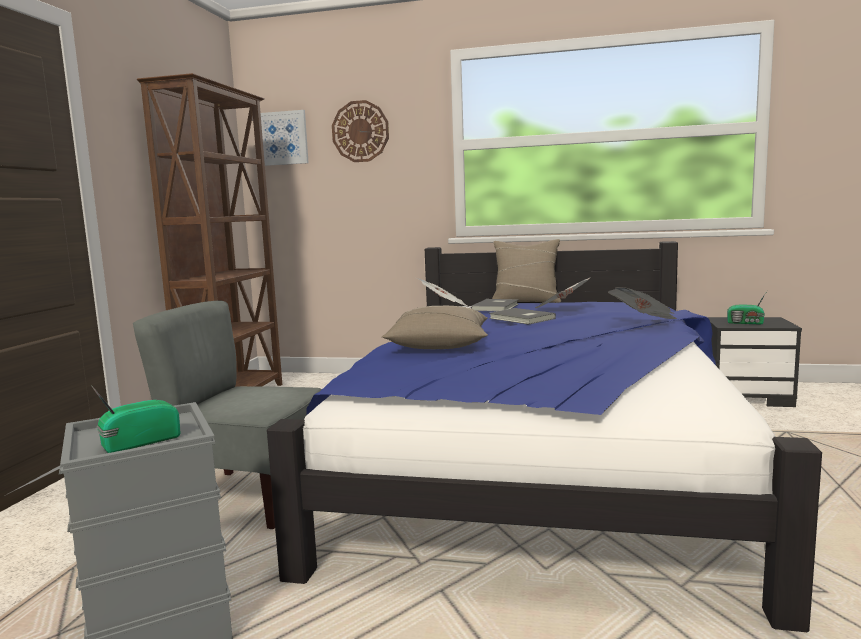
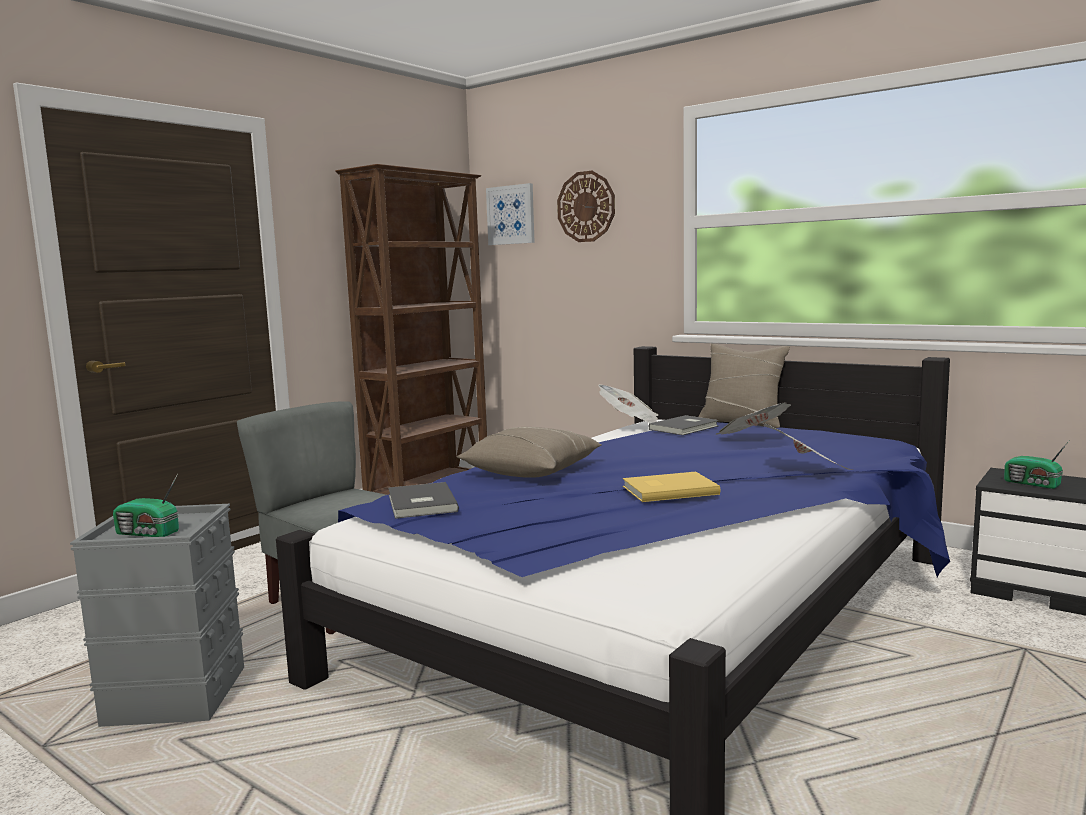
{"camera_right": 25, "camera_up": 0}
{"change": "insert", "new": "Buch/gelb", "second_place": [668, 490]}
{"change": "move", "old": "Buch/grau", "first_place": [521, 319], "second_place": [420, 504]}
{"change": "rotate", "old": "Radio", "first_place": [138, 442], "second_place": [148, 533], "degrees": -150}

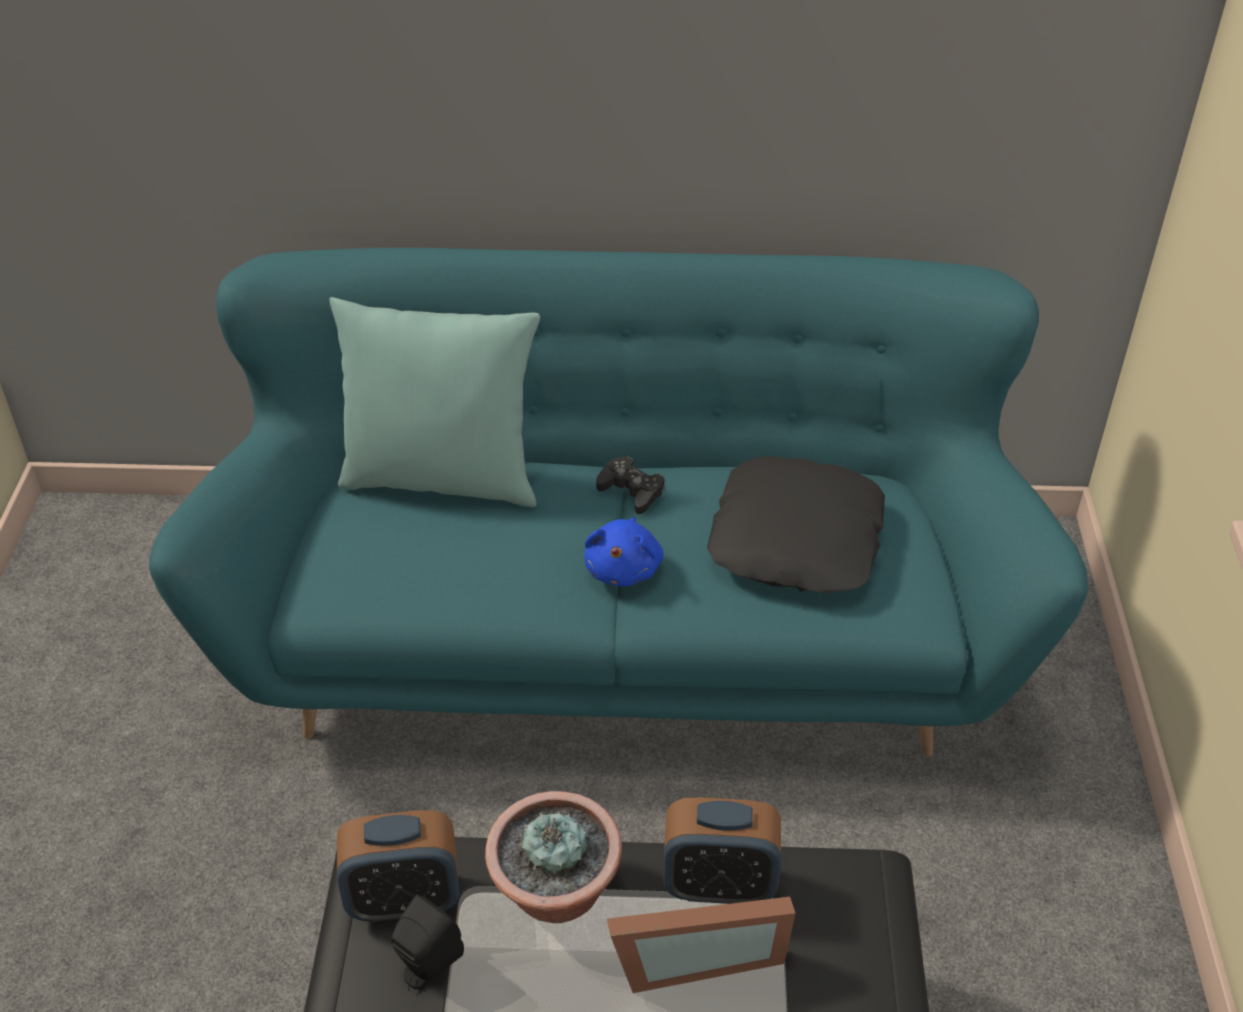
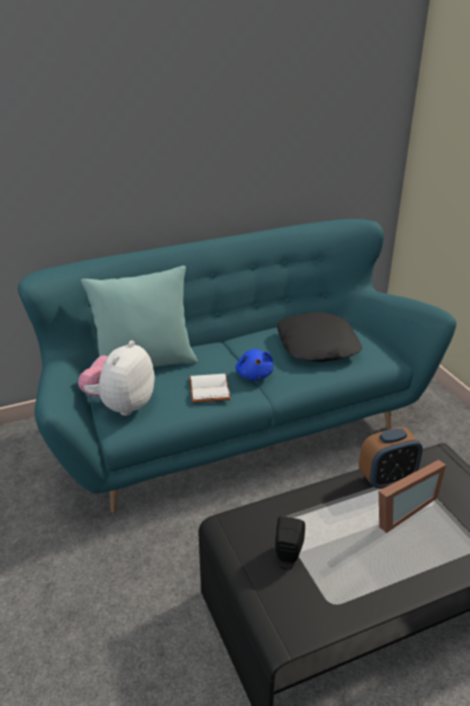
{"camera_right": -25, "camera_up": -10}
{"change": "delete", "old": "Wecker", "first_place": [404, 900]}
{"change": "delete", "old": "Topfpflanze", "first_place": [556, 894]}
{"change": "delete", "old": "Gamepad/schwarz", "first_place": [631, 491]}
{"change": "insert", "new": "Plüschtier", "second_place": [121, 405]}
{"change": "insert", "new": "Buch/weiß", "second_place": [207, 389]}

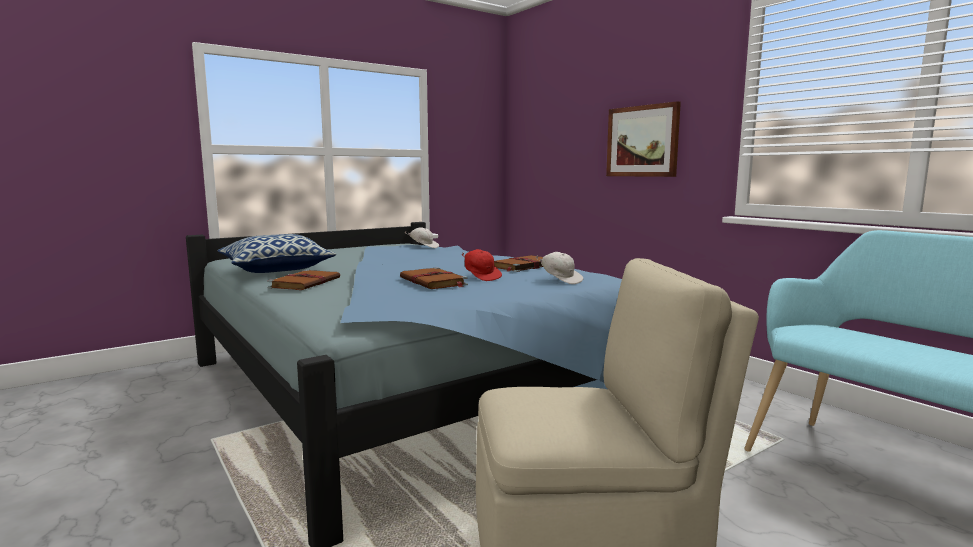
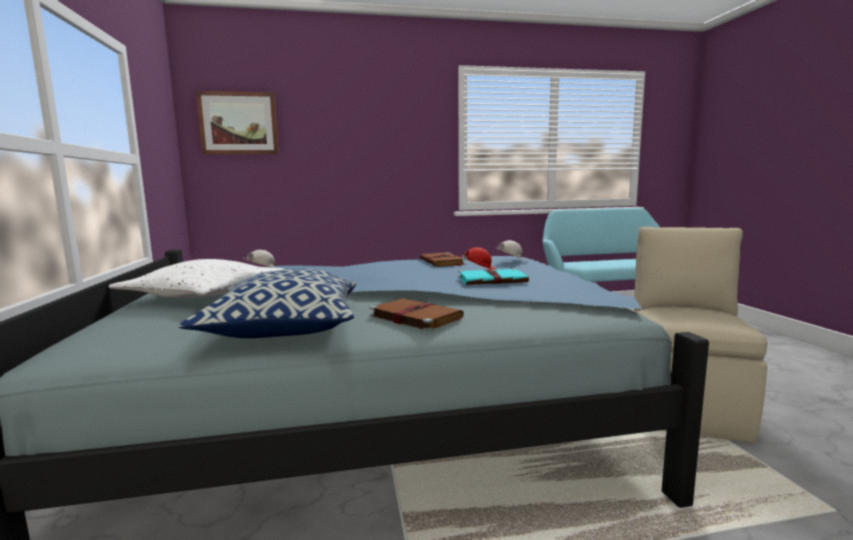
{"camera_right": -65, "camera_up": 0}
{"change": "insert", "new": "Kissen/weiß", "second_place": [204, 295]}
{"change": "move", "old": "Bild", "first_place": [642, 141], "second_place": [239, 123]}
{"change": "recolor", "old": "Buch/braun", "new": "Buch/türkis", "first_place": [434, 282], "second_place": [493, 280]}

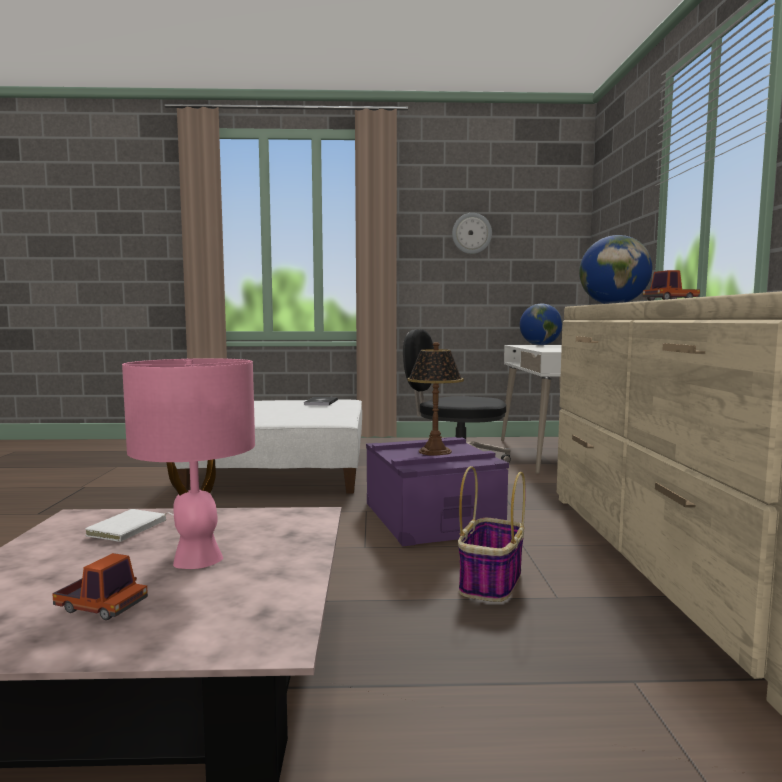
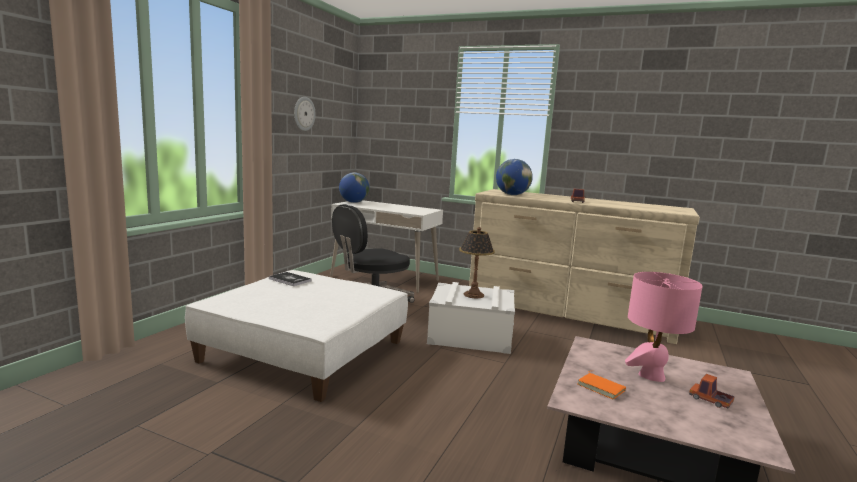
{"camera_right": -65, "camera_up": 5}
{"change": "delete", "old": "Korb", "first_place": [491, 582]}
{"change": "recolor", "old": "Buch/weiß", "new": "Buch/orange", "first_place": [129, 529], "second_place": [601, 387]}
{"change": "recolor", "old": "Aufbewahrungsbox/lila", "new": "Aufbewahrungsbox/weiß", "first_place": [431, 517], "second_place": [470, 336]}
{"change": "rotate", "old": "Spielzeuglaster", "first_place": [101, 606], "second_place": [710, 400], "degrees": -90}

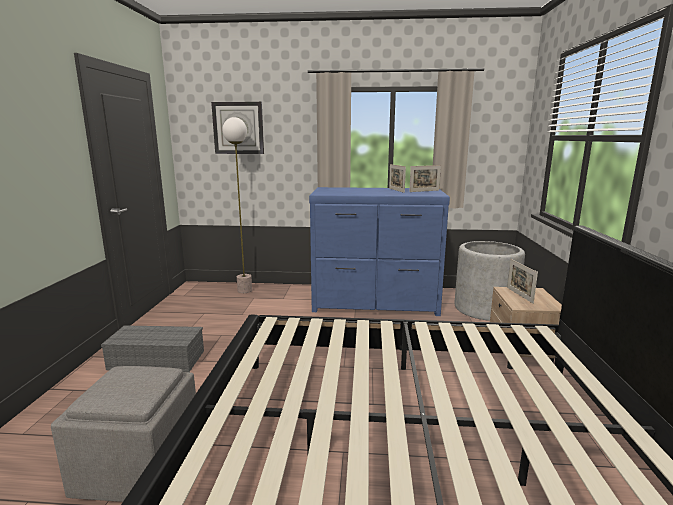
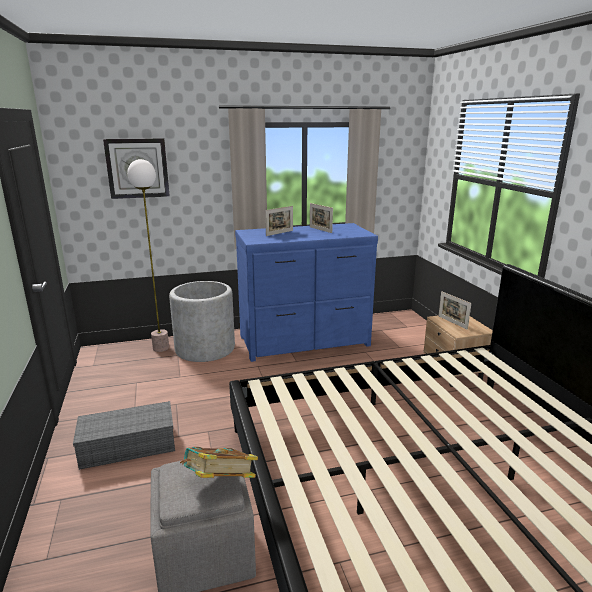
{"camera_right": -20, "camera_up": 5}
{"change": "insert", "new": "Buch", "second_place": [220, 483]}
{"change": "move", "old": "Bilderrahmen", "first_place": [424, 191], "second_place": [279, 233]}
{"change": "move", "old": "Pflanzkübel/grau", "first_place": [485, 309], "second_place": [205, 348]}

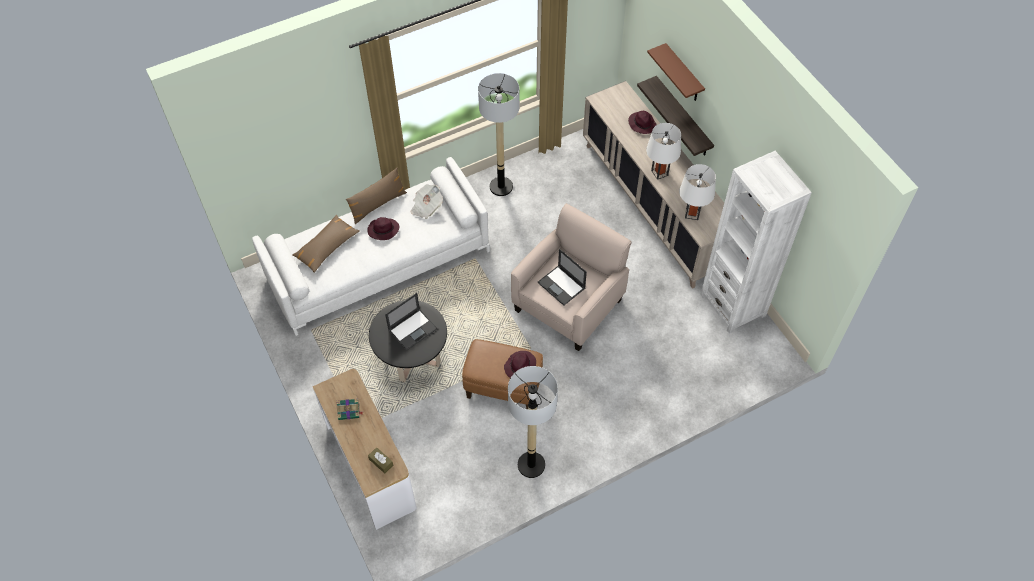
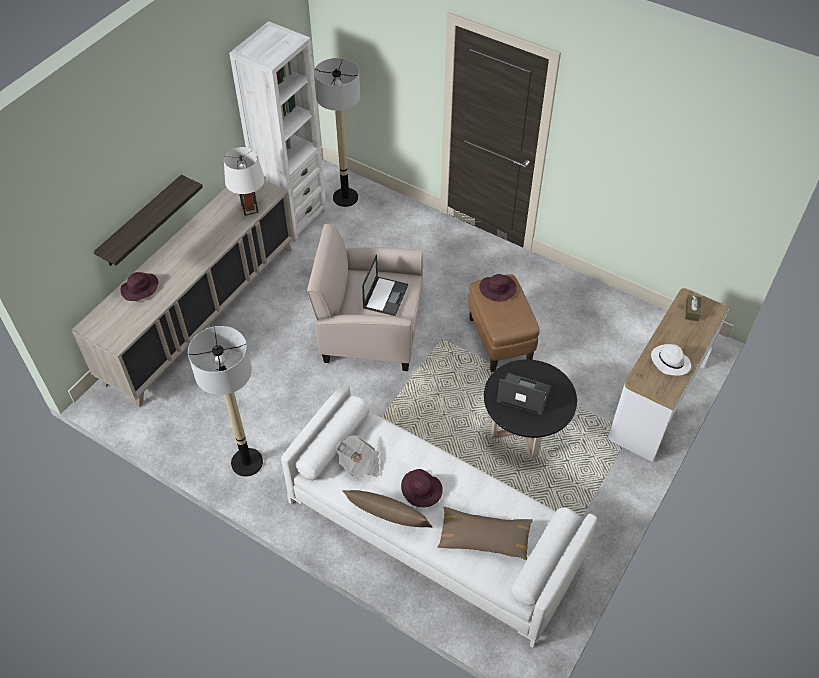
{"camera_right": -120, "camera_up": -5}
{"change": "delete", "old": "Tischlampe/weiß", "first_place": [659, 173]}
{"change": "delete", "old": "Wandregal/braun", "first_place": [683, 74]}
{"change": "move", "old": "Stehlampe", "first_place": [531, 465], "second_place": [345, 197]}
{"change": "replace", "old": "Buch", "new": "Hut/weiß", "first_place": [349, 411], "second_place": [669, 361]}

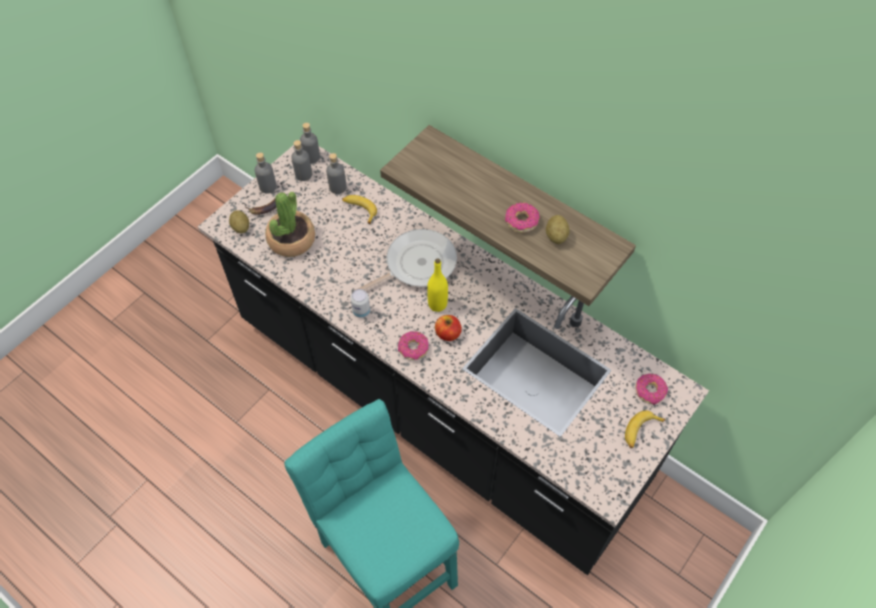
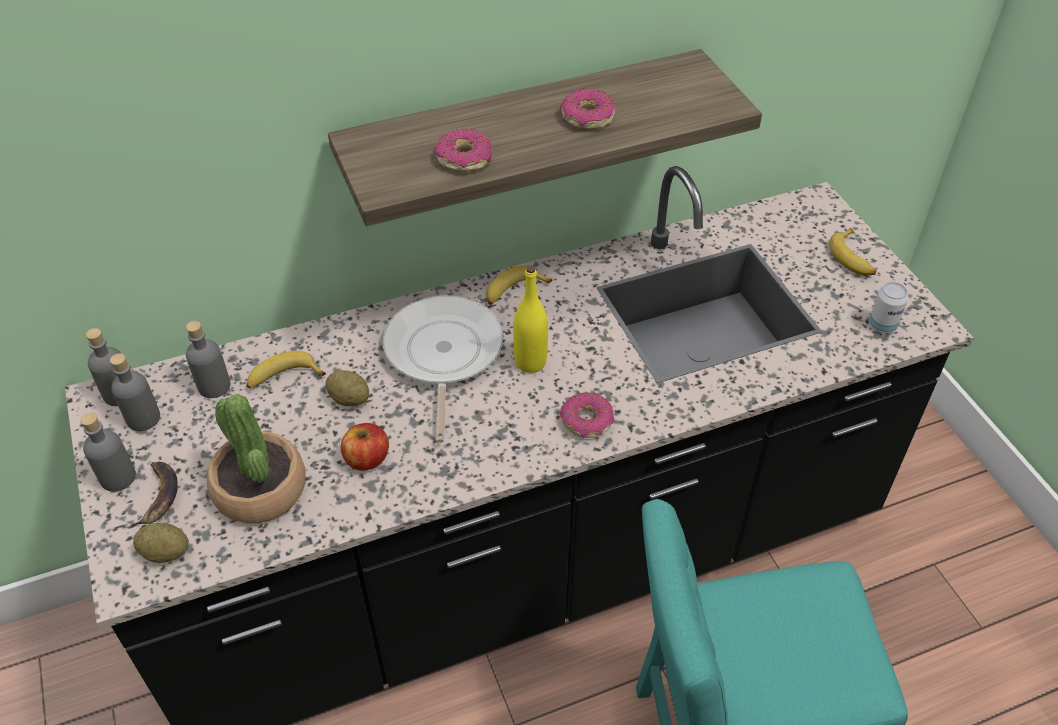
{"camera_right": -60, "camera_up": -10}
{"change": "insert", "new": "Banane", "second_place": [513, 291]}
{"change": "move", "old": "Dose", "first_place": [361, 311], "second_place": [882, 325]}
{"change": "move", "old": "Apfel", "first_place": [448, 333], "second_place": [367, 459]}
{"change": "move", "old": "Kartoffel", "first_place": [556, 236], "second_place": [349, 399]}
{"change": "move", "old": "Donut", "first_place": [650, 391], "second_place": [464, 158]}

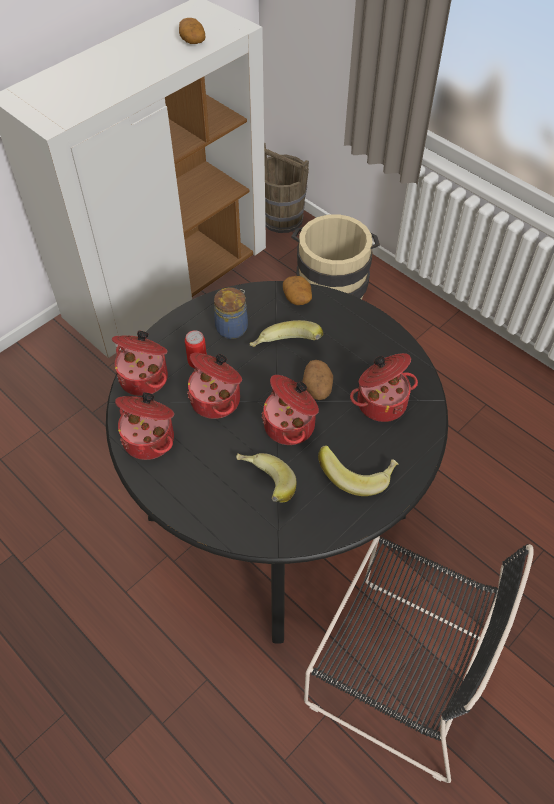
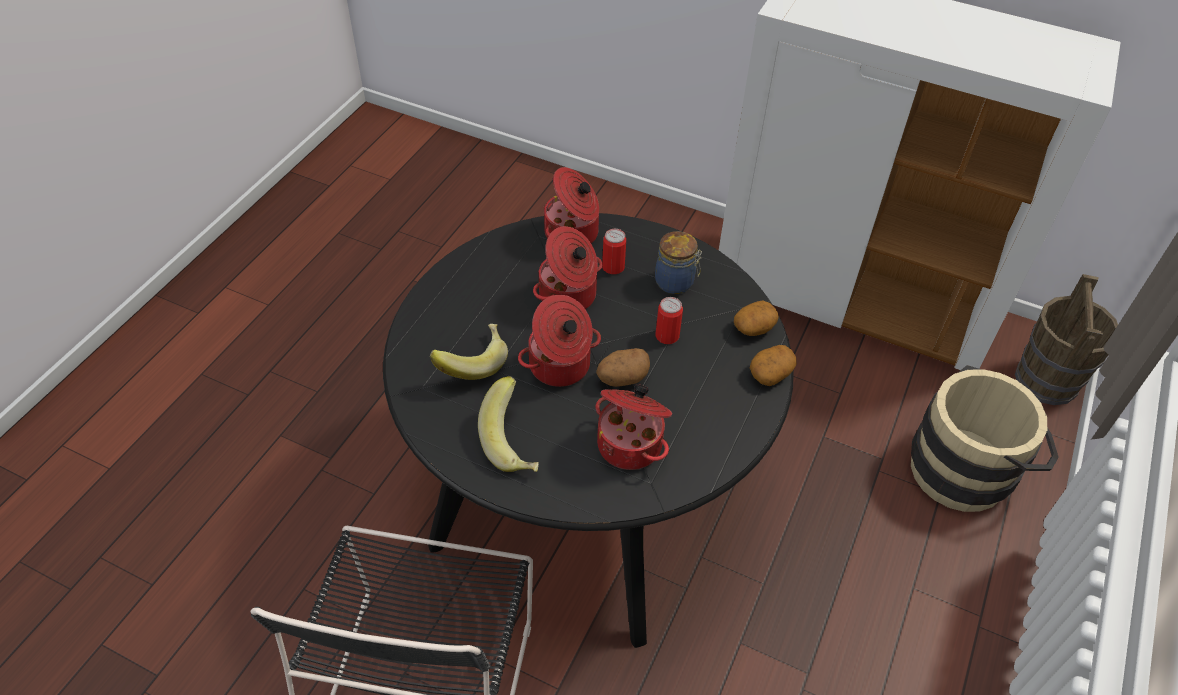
{"camera_right": 70, "camera_up": -5}
{"change": "delete", "old": "Kochtopf", "first_place": [150, 438]}
{"change": "move", "old": "Kartoffel", "first_place": [192, 40], "second_place": [770, 373]}
{"change": "replace", "old": "Banane", "new": "Dose", "first_place": [285, 349], "second_place": [667, 336]}

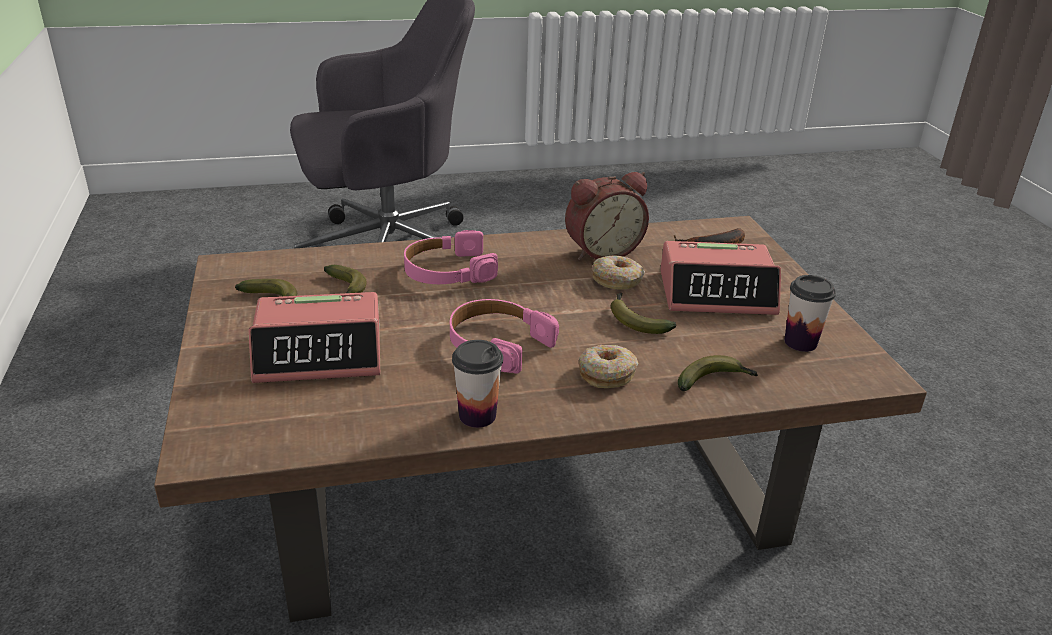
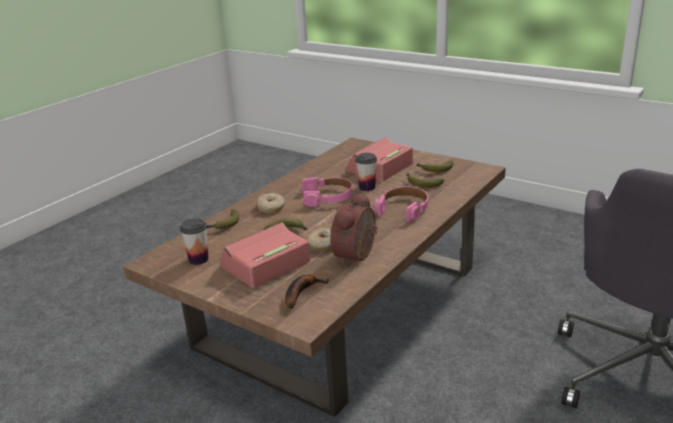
{"camera_right": 140, "camera_up": -5}
{"change": "move", "old": "Tasse", "first_place": [477, 416], "second_place": [367, 187]}

